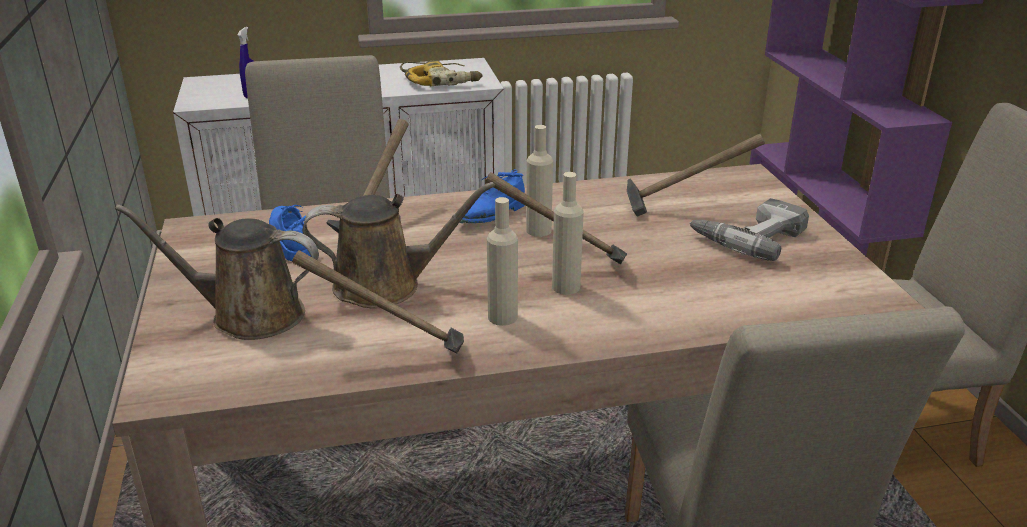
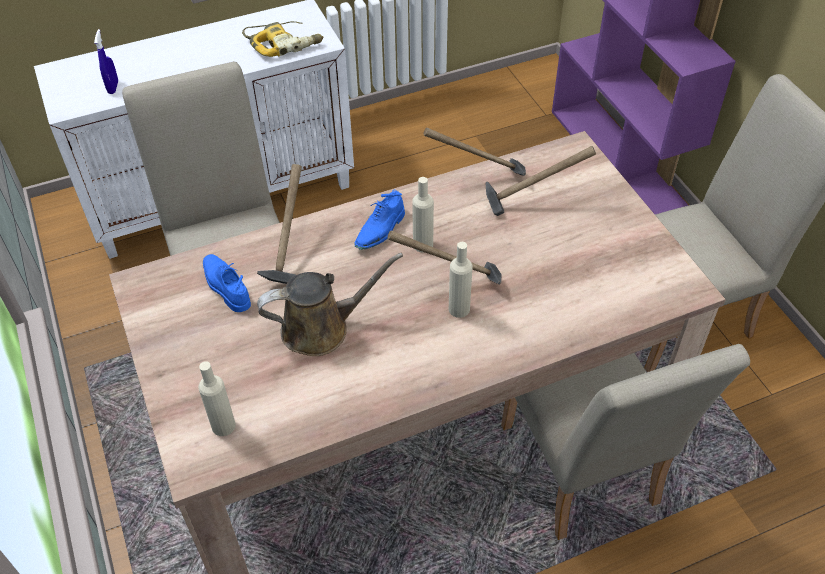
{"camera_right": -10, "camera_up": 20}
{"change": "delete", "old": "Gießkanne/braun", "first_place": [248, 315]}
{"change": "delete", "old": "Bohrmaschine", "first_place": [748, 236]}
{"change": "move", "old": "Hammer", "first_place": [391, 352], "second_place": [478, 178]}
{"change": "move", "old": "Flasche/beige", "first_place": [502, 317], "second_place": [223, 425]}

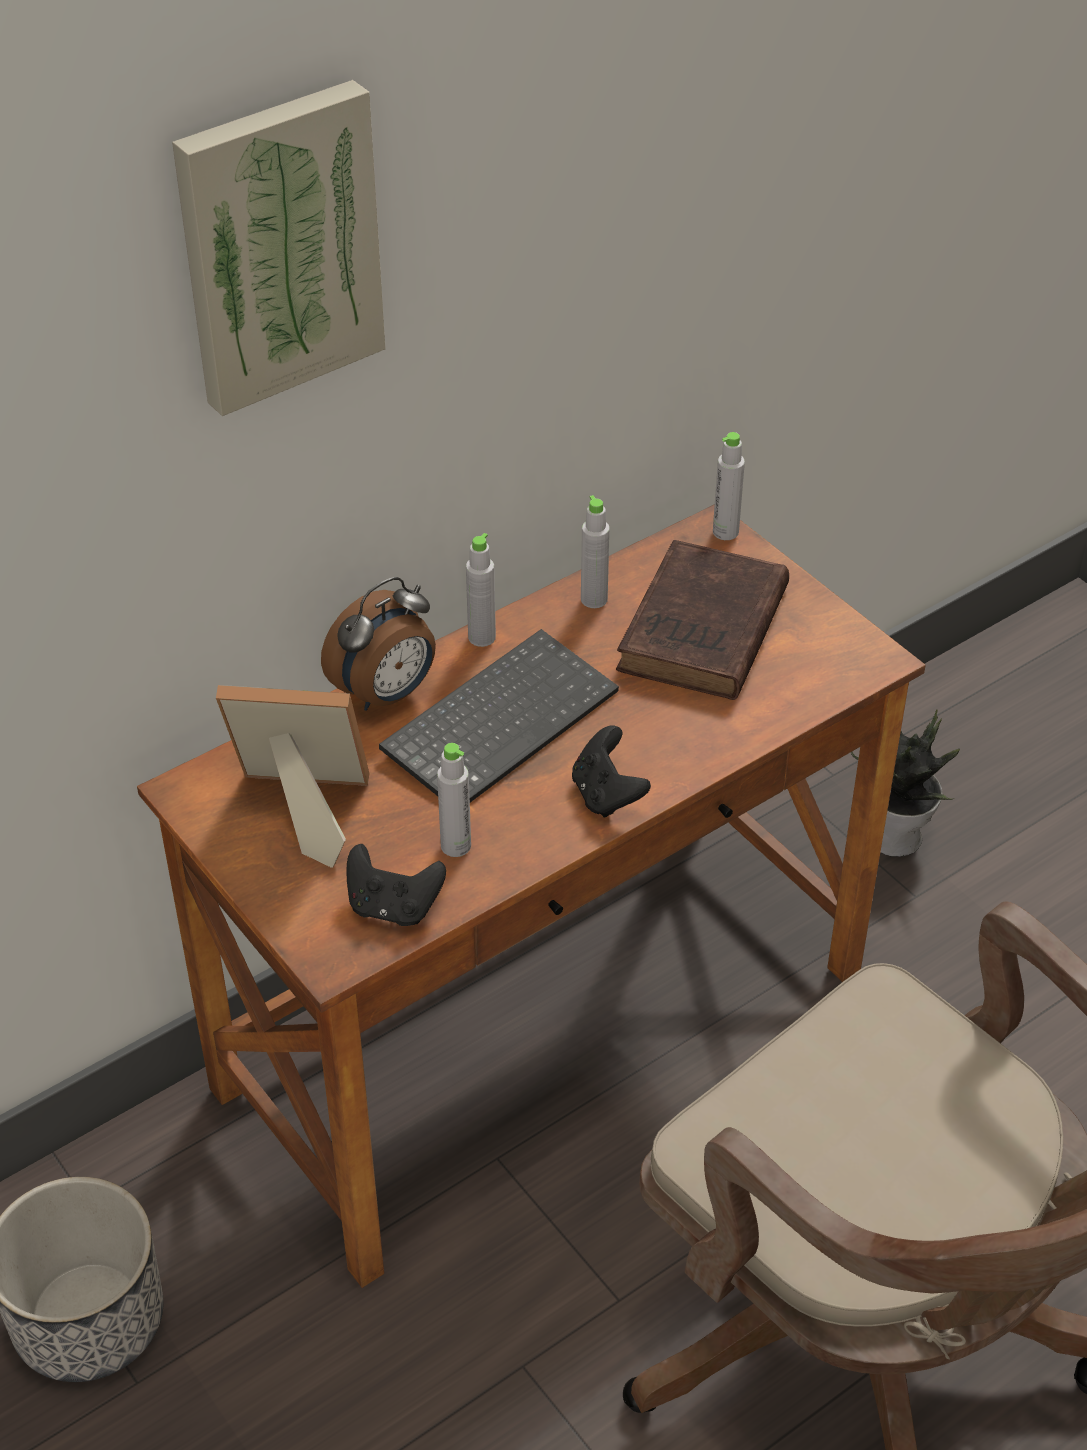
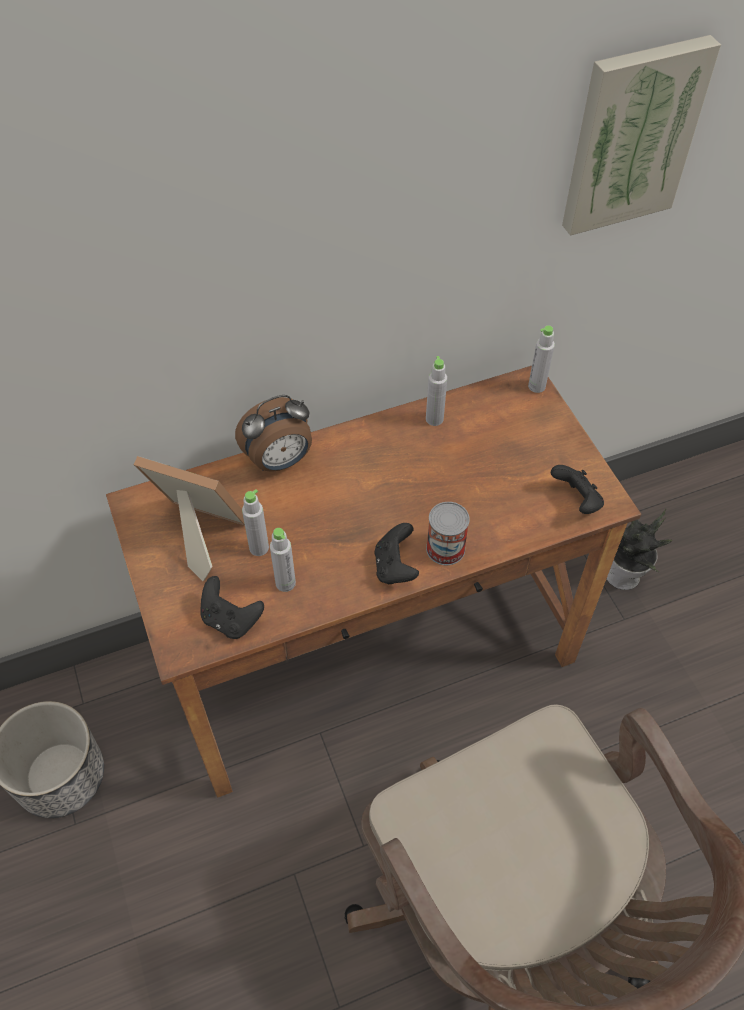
{"camera_right": 15, "camera_up": 10}
{"change": "delete", "old": "Tastatur", "first_place": [499, 719]}
{"change": "delete", "old": "Buch/braun", "first_place": [701, 633]}
{"change": "insert", "new": "Dose", "second_place": [445, 548]}
{"change": "insert", "new": "Gamepad/schwarz", "second_place": [576, 501]}
{"change": "move", "old": "Bild", "first_place": [278, 245], "second_place": [631, 136]}
{"change": "move", "old": "Flasche/grau", "first_place": [482, 637], "second_place": [259, 548]}

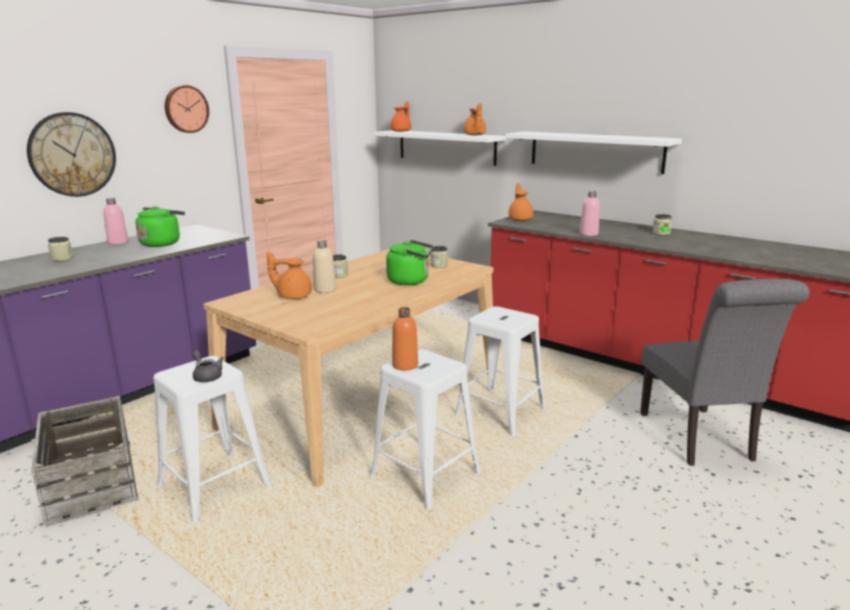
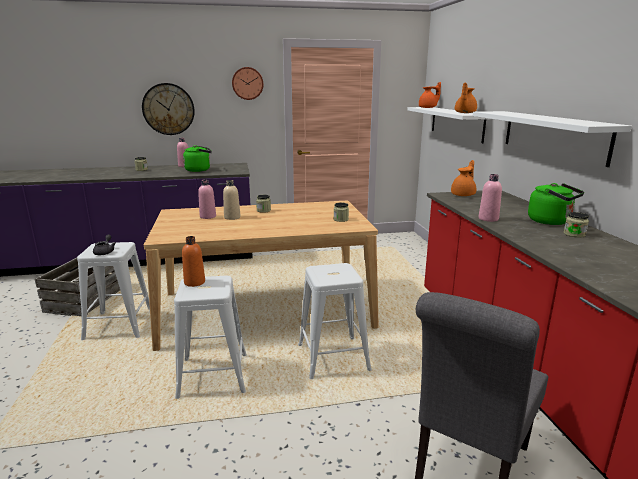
{"camera_right": 40, "camera_up": 0}
{"change": "move", "old": "Wasserkessel/grün", "first_place": [411, 281], "second_place": [551, 221]}
{"change": "replace", "old": "Teekanne/orange", "new": "Flasche/rosa", "first_place": [293, 296], "second_place": [208, 216]}

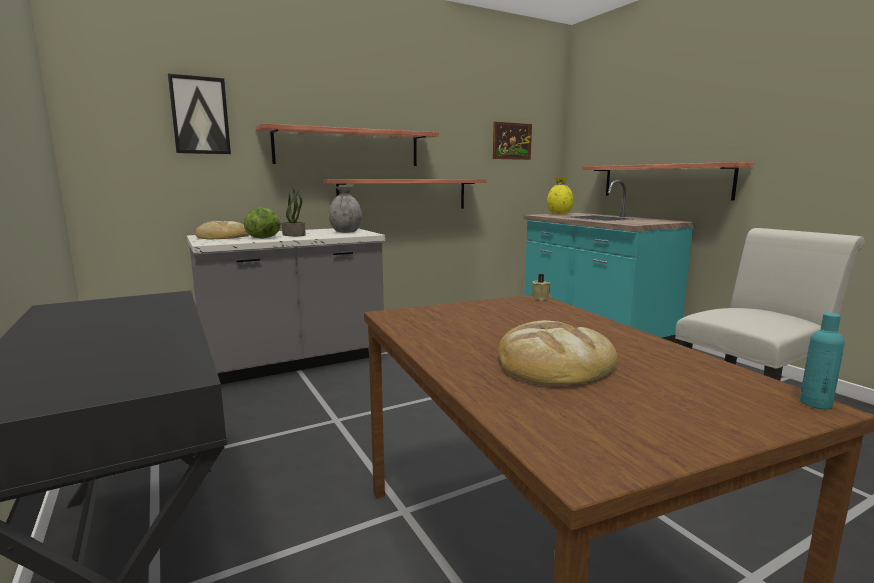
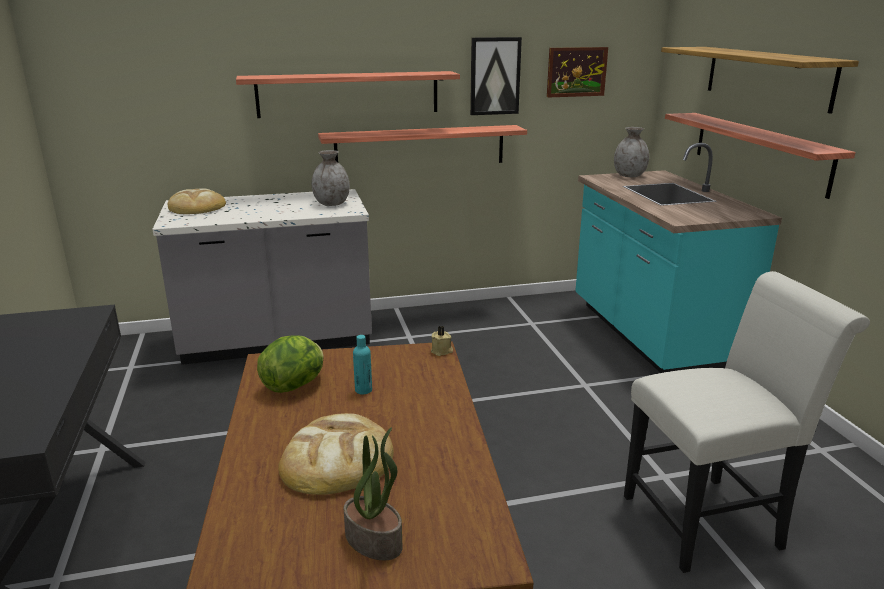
{"camera_right": 15, "camera_up": 10}
{"change": "insert", "new": "Wandregal", "second_place": [767, 76]}
{"change": "move", "old": "Bild", "first_place": [200, 115], "second_place": [494, 76]}
{"change": "move", "old": "Salatkopf", "first_place": [265, 238], "second_place": [295, 385]}
{"change": "move", "old": "Topfpflanze", "first_place": [294, 235], "second_place": [375, 540]}
{"change": "move", "old": "Flasche/türkis", "first_place": [815, 403], "second_place": [363, 390]}
{"change": "recolor", "old": "Vase/gelb", "new": "Vase/grau", "first_place": [559, 214], "second_place": [629, 176]}

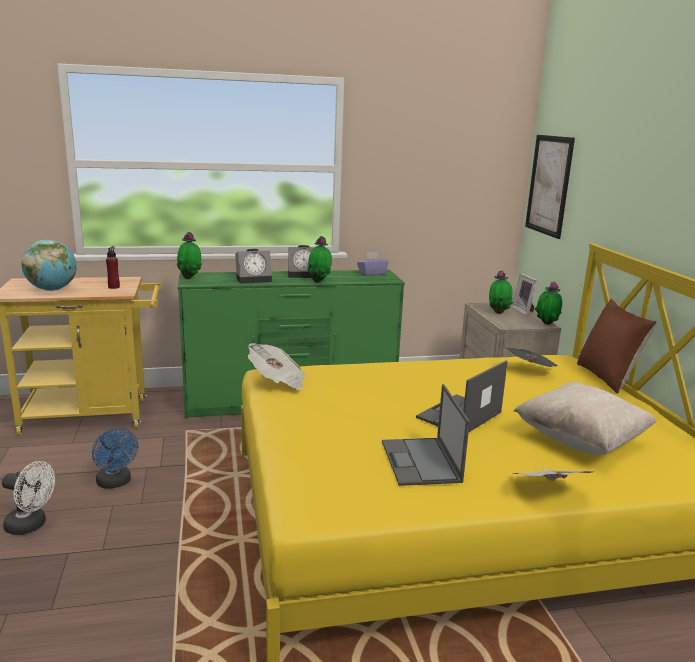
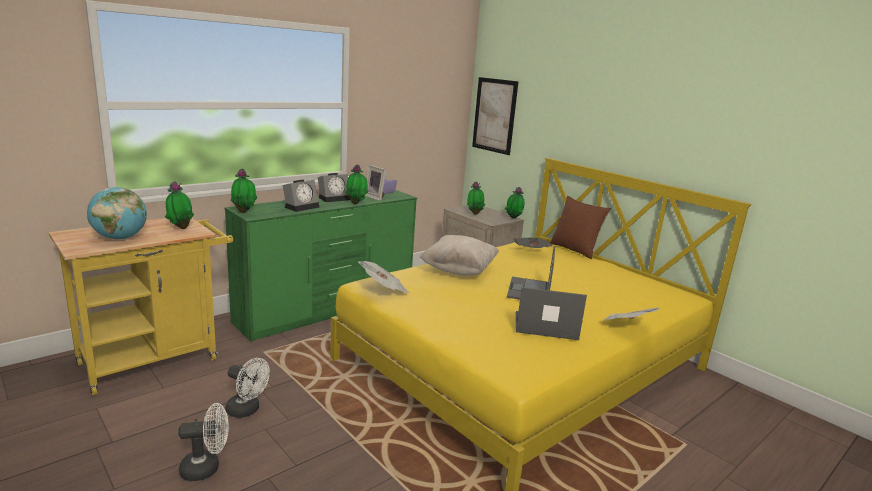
{"camera_right": -30, "camera_up": 0}
{"change": "move", "old": "Bilderrahmen", "first_place": [524, 311], "second_place": [375, 197]}
{"change": "move", "old": "Kissen/beige", "first_place": [580, 441], "second_place": [459, 271]}
{"change": "replace", "old": "Flasche/rot", "new": "Topfpflanze", "first_place": [114, 287], "second_place": [180, 228]}
{"change": "recolor", "old": "Ventilator/blau", "new": "Ventilator/weiß", "first_place": [116, 483], "second_place": [247, 410]}
{"change": "rotate", "old": "Laptop", "first_place": [421, 462], "second_place": [545, 326], "degrees": 135}

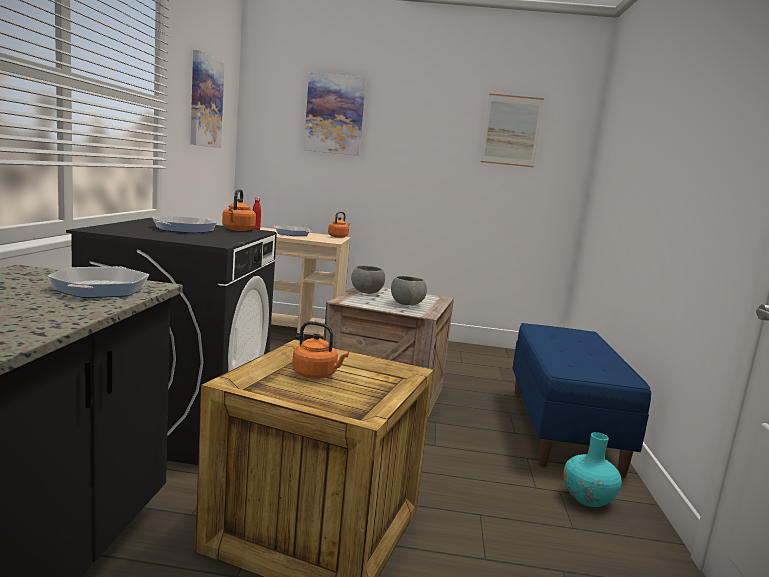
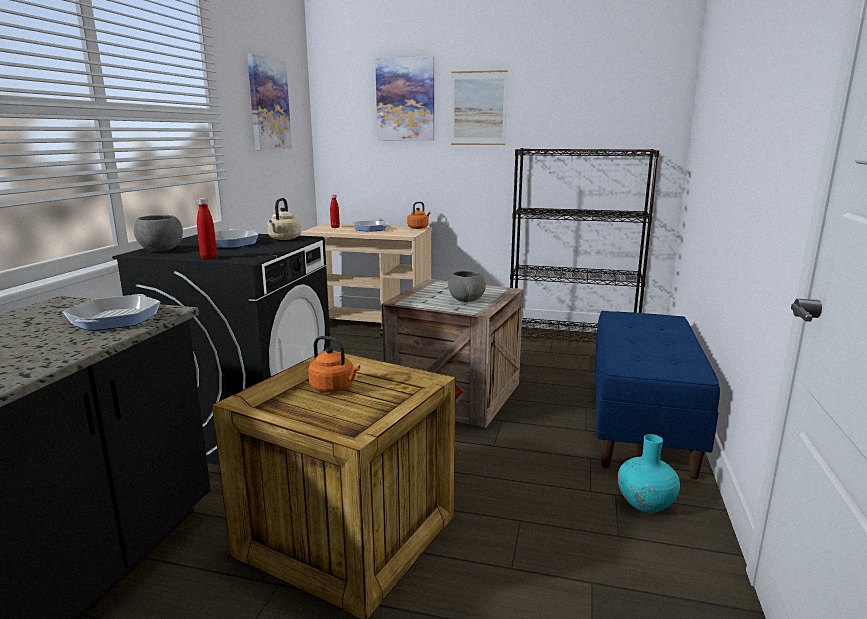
{"camera_right": 10, "camera_up": 5}
{"change": "insert", "new": "Flasche/rot", "second_place": [209, 258]}
{"change": "insert", "new": "Bücherregal/schwarz", "second_place": [572, 339]}
{"change": "move", "old": "Schüssel/grau", "first_place": [367, 292], "second_place": [161, 250]}
{"change": "move", "old": "Bild", "first_place": [511, 130], "second_place": [478, 108]}
{"change": "recolor", "old": "Wasserkessel/orange", "new": "Wasserkessel/beige", "first_place": [238, 230], "second_place": [284, 239]}

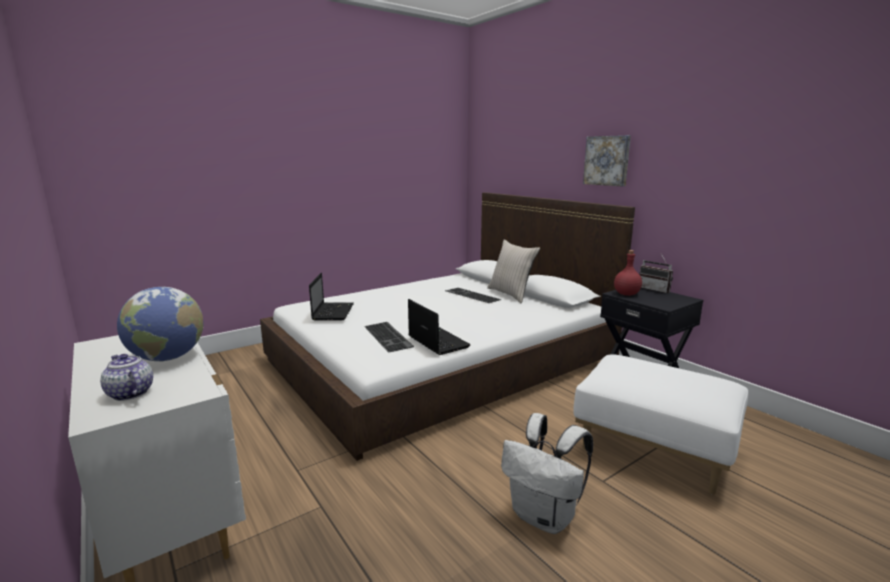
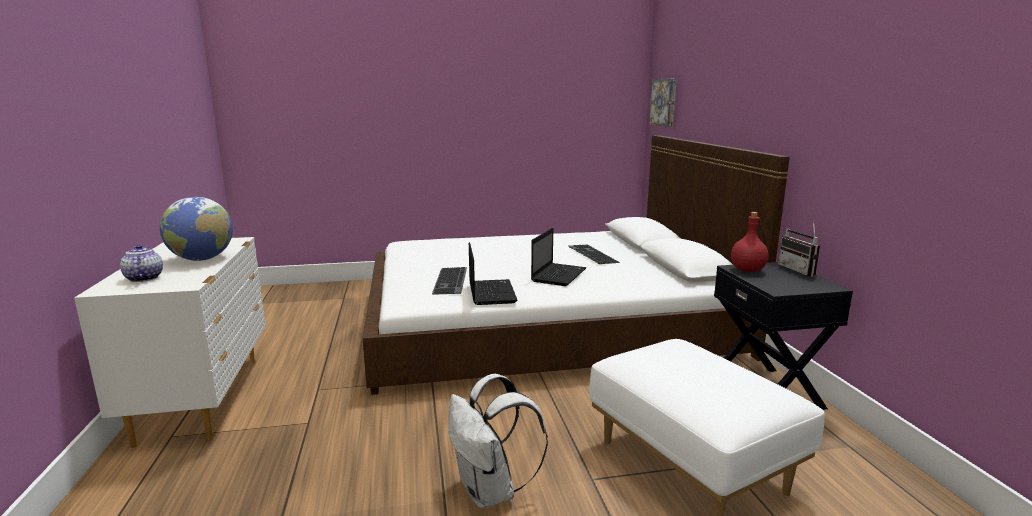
{"camera_right": 25, "camera_up": 0}
{"change": "delete", "old": "Kissen/beige", "first_place": [511, 294]}
{"change": "move", "old": "Laptop", "first_place": [333, 312], "second_place": [559, 275]}
{"change": "move", "old": "Bild", "first_place": [607, 160], "second_place": [664, 102]}

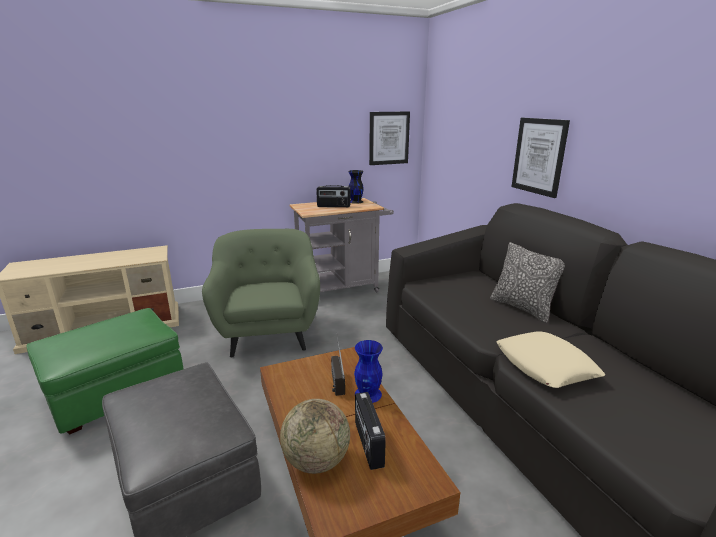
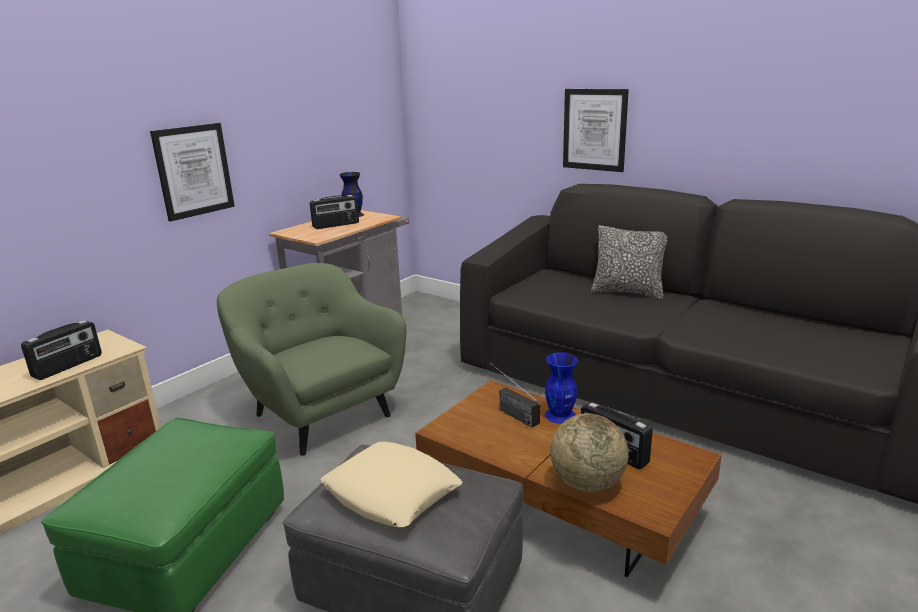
{"camera_right": -30, "camera_up": 0}
{"change": "insert", "new": "Radio", "second_place": [68, 366]}
{"change": "move", "old": "Bild", "first_place": [389, 138], "second_place": [194, 171]}
{"change": "move", "old": "Kissen/beige", "first_place": [545, 365], "second_place": [392, 492]}

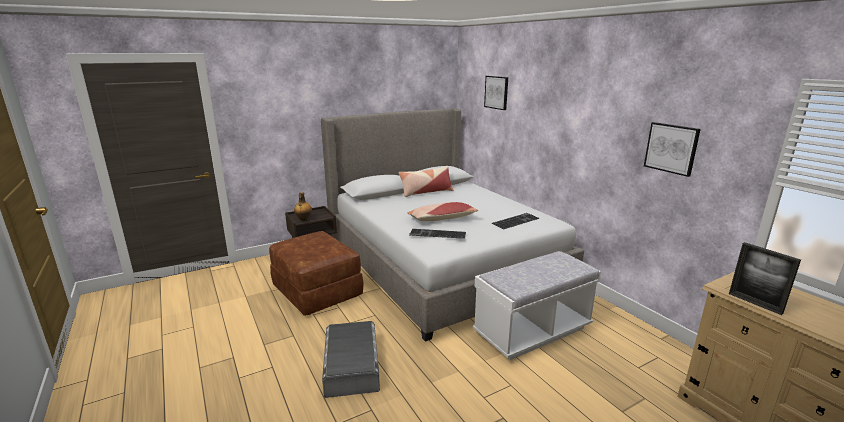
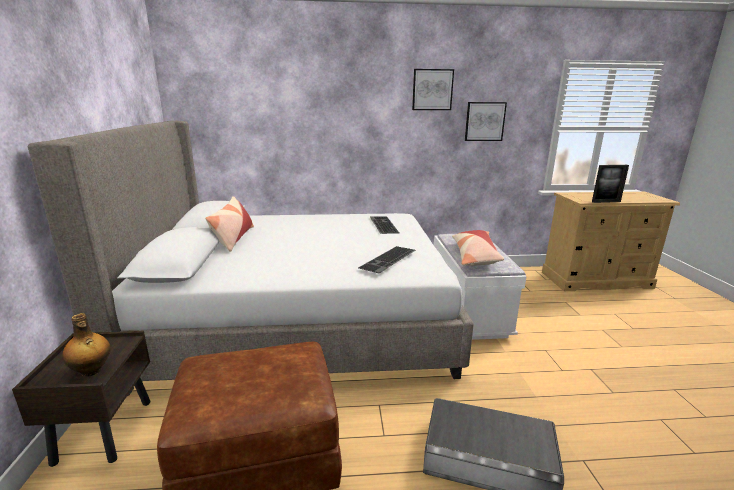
{"camera_right": -65, "camera_up": 0}
{"change": "move", "old": "Kissen", "first_place": [442, 219], "second_place": [475, 256]}
{"change": "move", "old": "Bild", "first_place": [496, 92], "second_place": [432, 90]}

